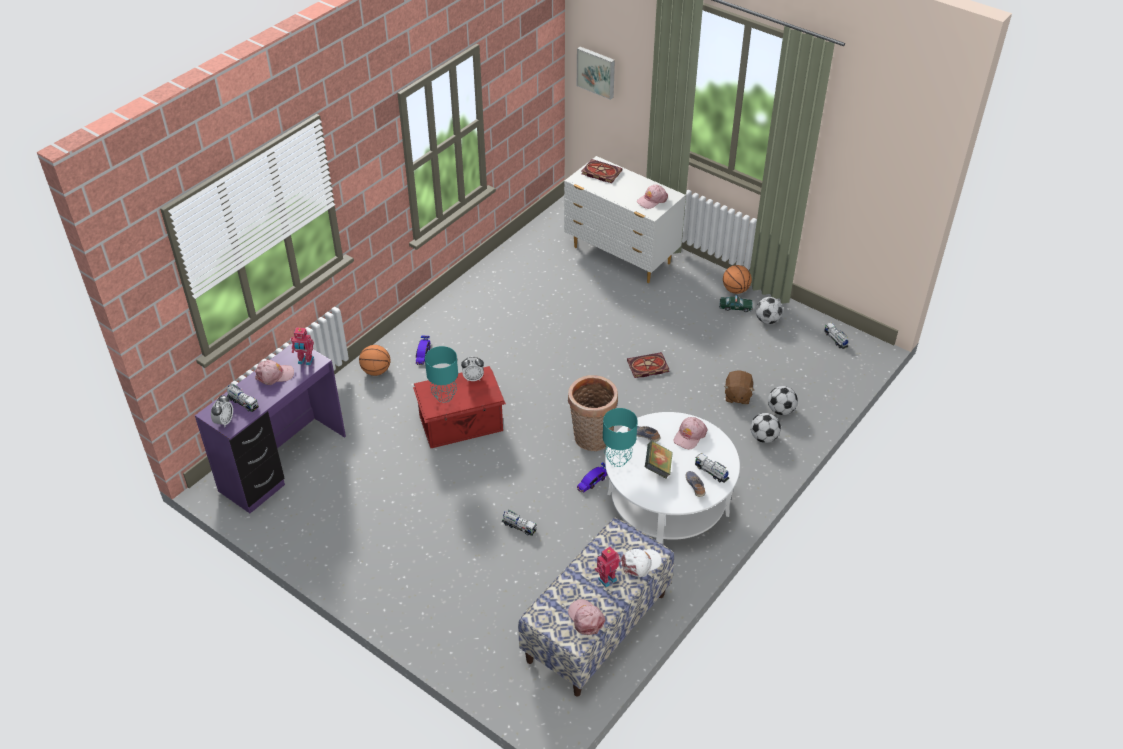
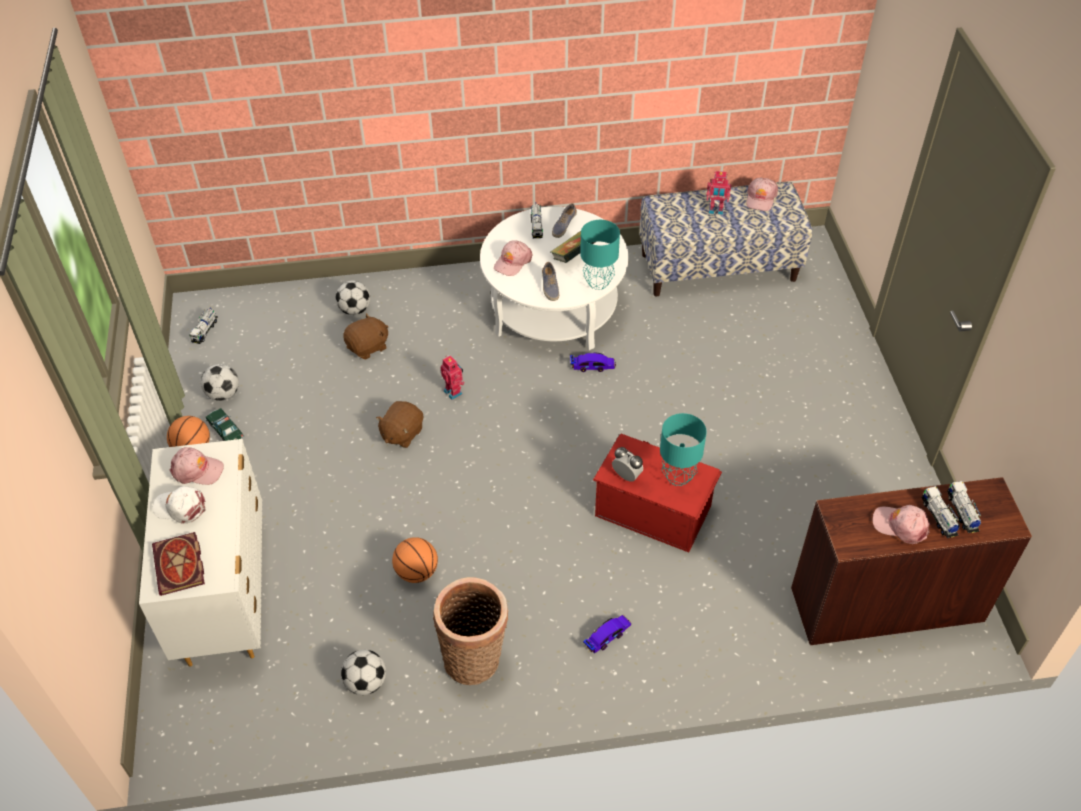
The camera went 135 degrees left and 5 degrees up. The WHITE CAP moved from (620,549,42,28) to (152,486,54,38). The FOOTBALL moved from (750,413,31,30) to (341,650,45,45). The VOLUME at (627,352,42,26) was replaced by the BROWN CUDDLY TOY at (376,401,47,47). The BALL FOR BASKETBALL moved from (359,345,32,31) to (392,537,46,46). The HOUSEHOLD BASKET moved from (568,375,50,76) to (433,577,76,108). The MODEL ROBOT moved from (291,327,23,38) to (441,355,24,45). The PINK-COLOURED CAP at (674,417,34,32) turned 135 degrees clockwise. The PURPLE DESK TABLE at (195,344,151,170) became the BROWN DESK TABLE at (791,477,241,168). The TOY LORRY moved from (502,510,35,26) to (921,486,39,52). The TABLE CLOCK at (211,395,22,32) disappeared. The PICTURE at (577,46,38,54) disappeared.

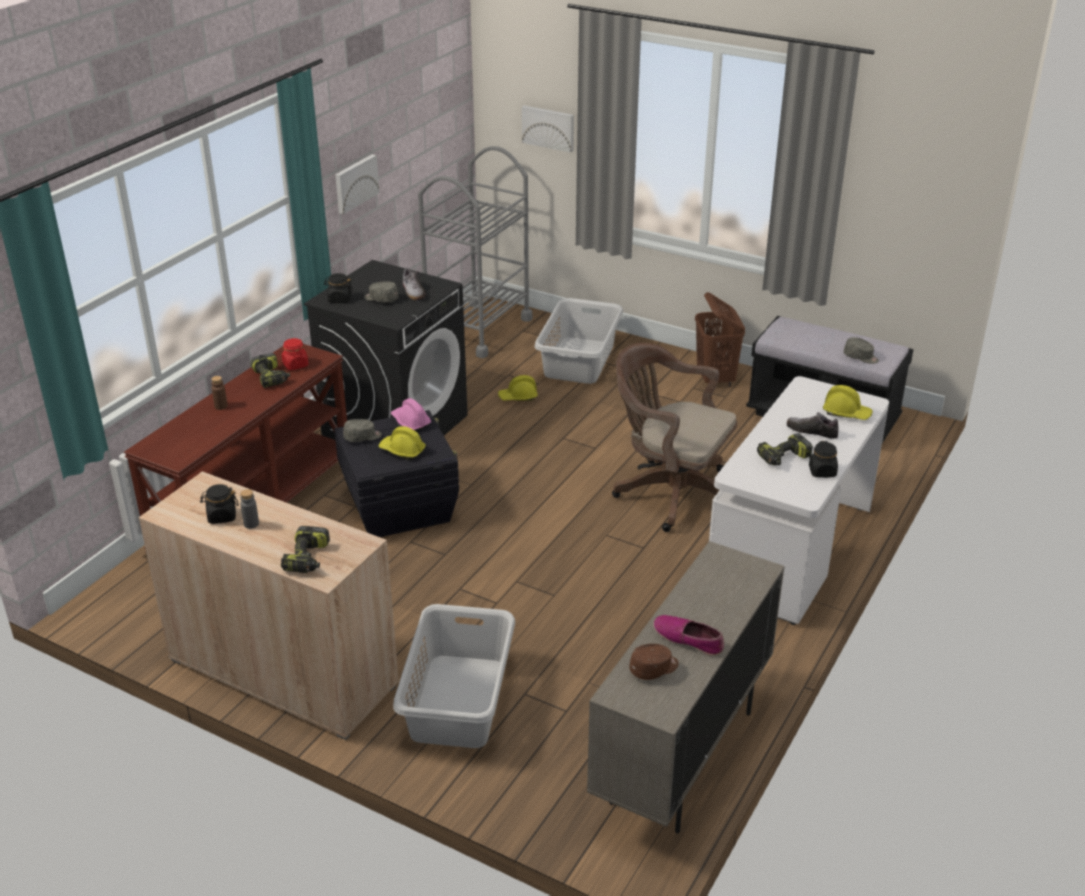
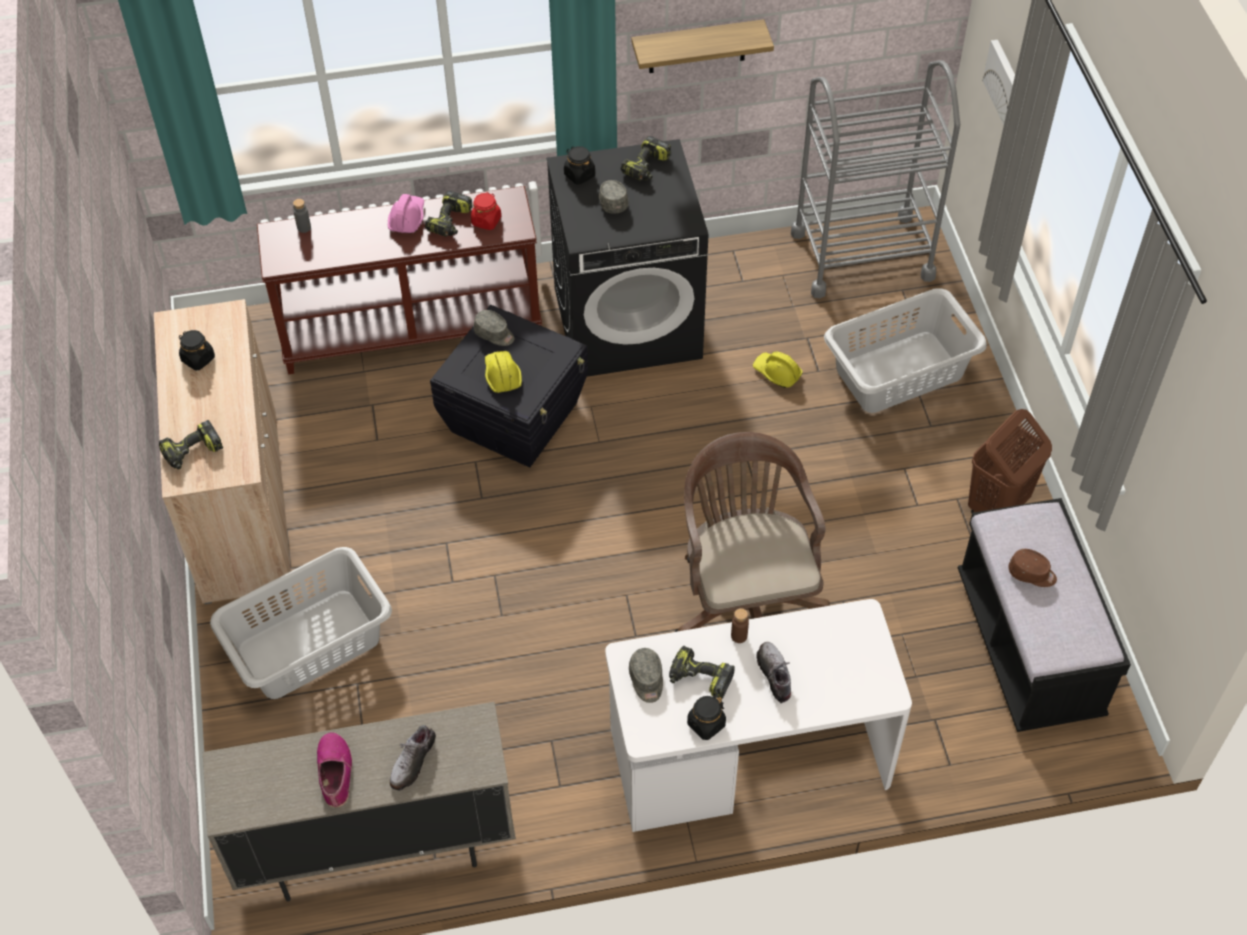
The camera went 50 degrees right and 20 degrees up. The GREY DRINK BOTTLE moved from (240,489,19,40) to (293,199,18,34). The PINK-COLOURED SAFETY HELMET moved from (391,398,40,33) to (388,194,36,39). The ITEM OF FOOTWEAR moved from (403,268,24,33) to (390,725,46,66). The POWER DRILL at (621,136,50,45) appeared. The GREY CAP moved from (844,337,35,27) to (629,648,34,55). The PICTURE at (335,154,44,60) was replaced by the SHELF at (631,19,143,54). The BROWN DRINK BOTTLE moved from (211,376,17,34) to (731,608,18,35). The BROWN CAP moved from (629,644,50,36) to (1008,549,49,38). The YELLOW-COLOURED SAFETY HELMET at (823,385,50,35) disappeared.

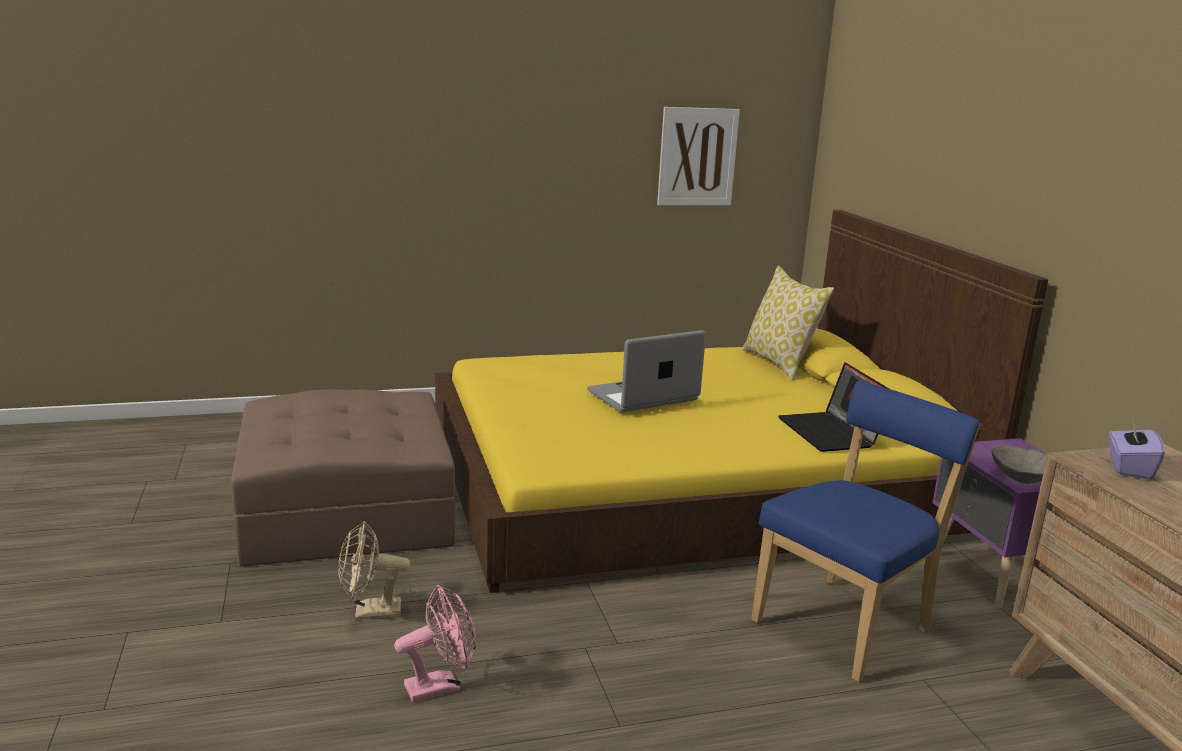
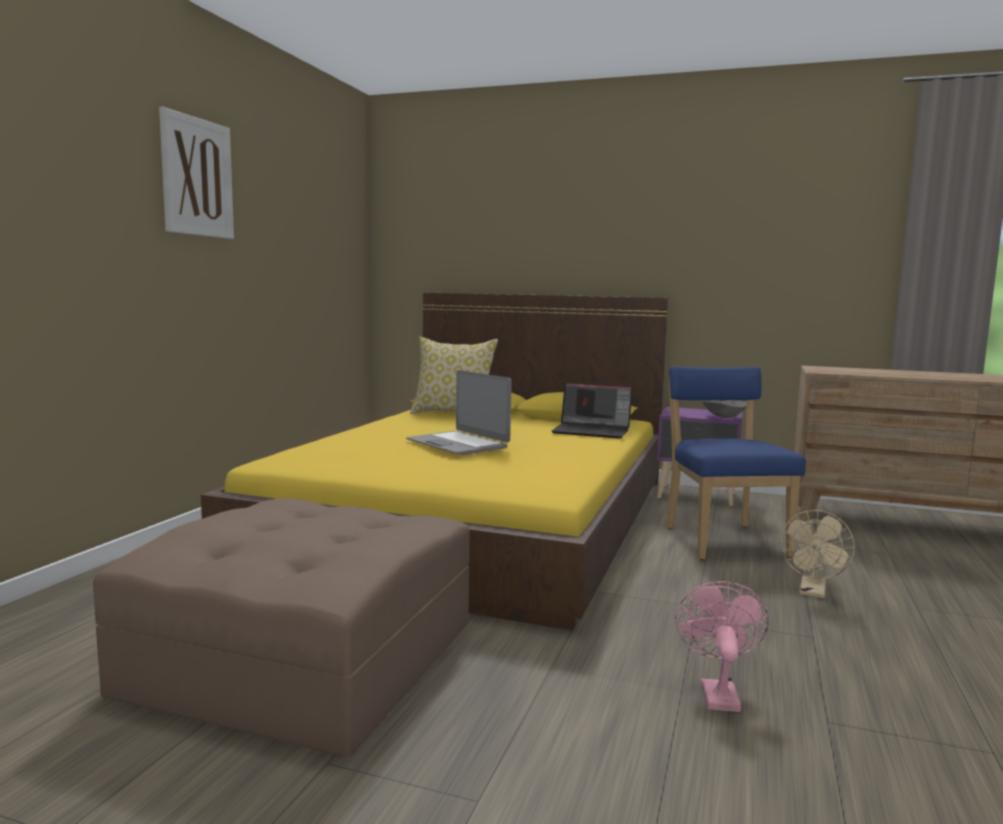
The camera went 55 degrees left and 10 degrees down. The PICTURE moved from (657,107,83,99) to (159,107,75,132). The LAPTOP at (587,330,119,82) turned 45 degrees counterclockwise. The BEIGE-COLOURED FAN moved from (338,521,73,98) to (780,510,75,88). The PURPLE BOX OF TISSUES at (1109,419,56,61) disappeared.

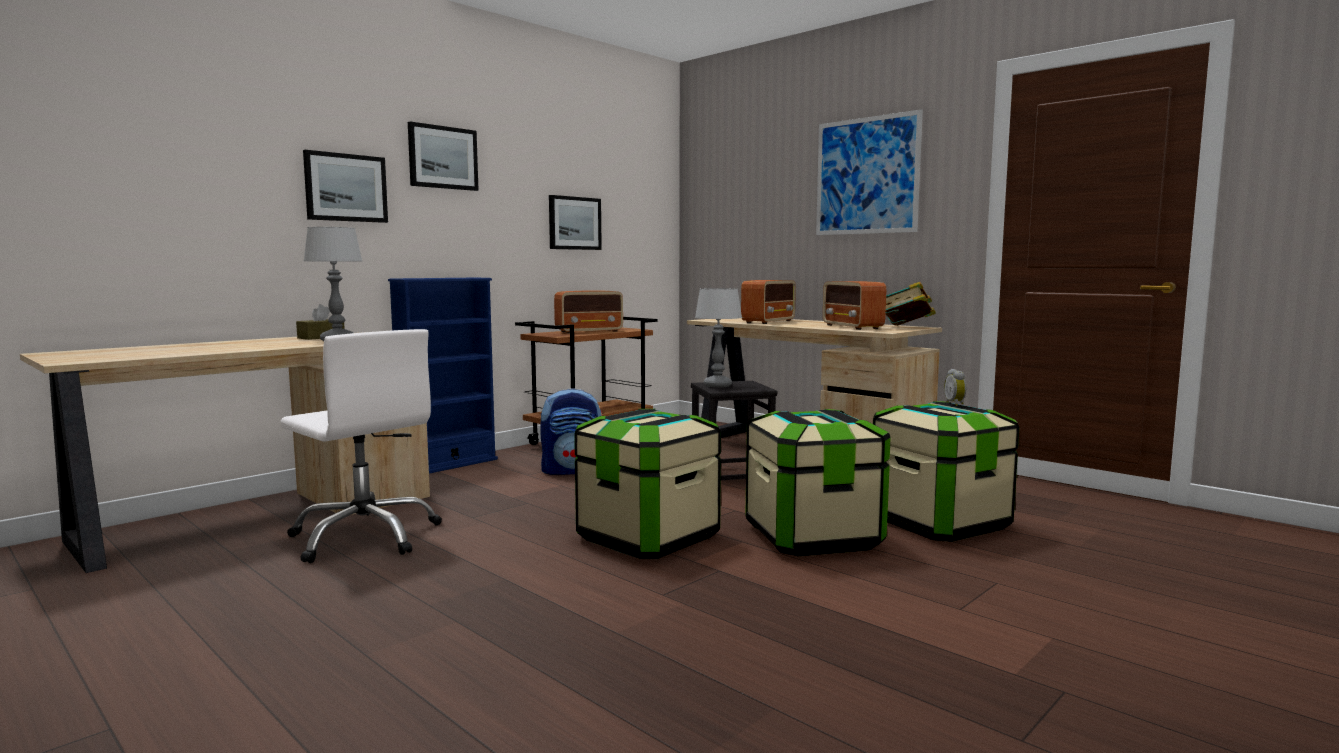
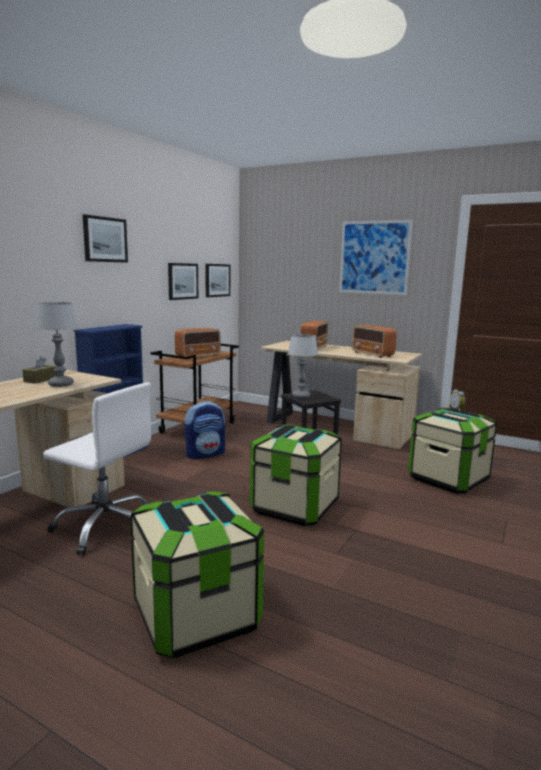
The camera went 15 degrees left and 5 degrees up. The STORAGE BOX moved from (745,409,146,148) to (130,491,134,167). The PICTURE moved from (303,150,85,73) to (205,264,25,33). The VOLUME at (886,282,50,44) disappeared.

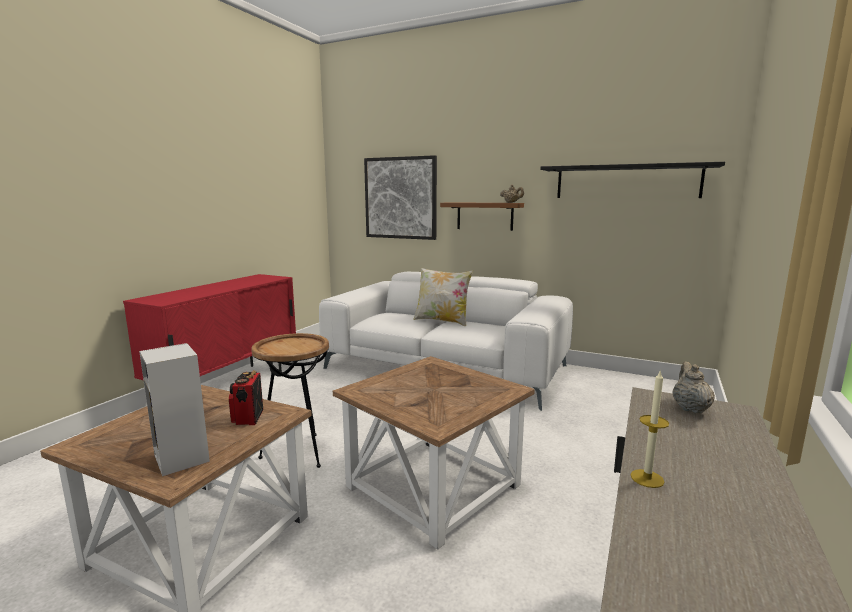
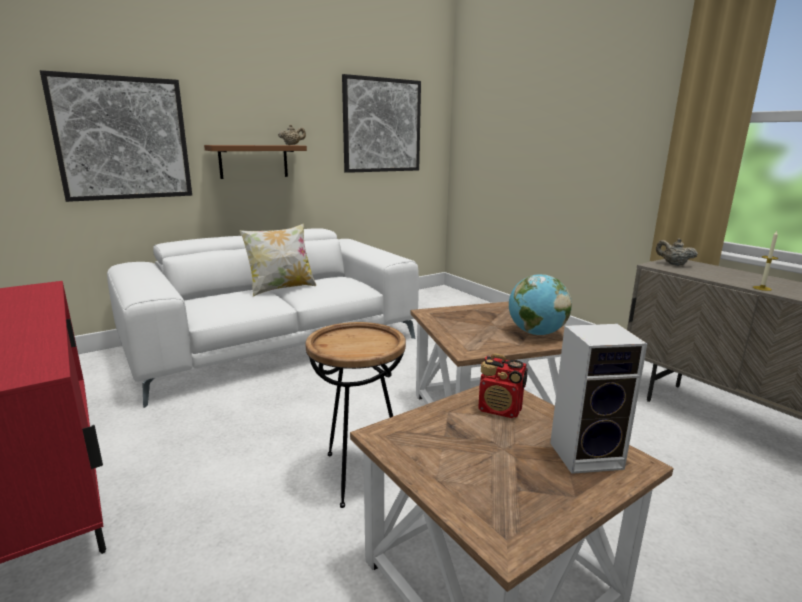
The camera went 60 degrees left and 5 degrees up. The BLACKISH SHELF at (540,162,185,36) was replaced by the PICTURE at (342,74,79,99). The WORLD GLOBE at (509,274,63,61) appeared.

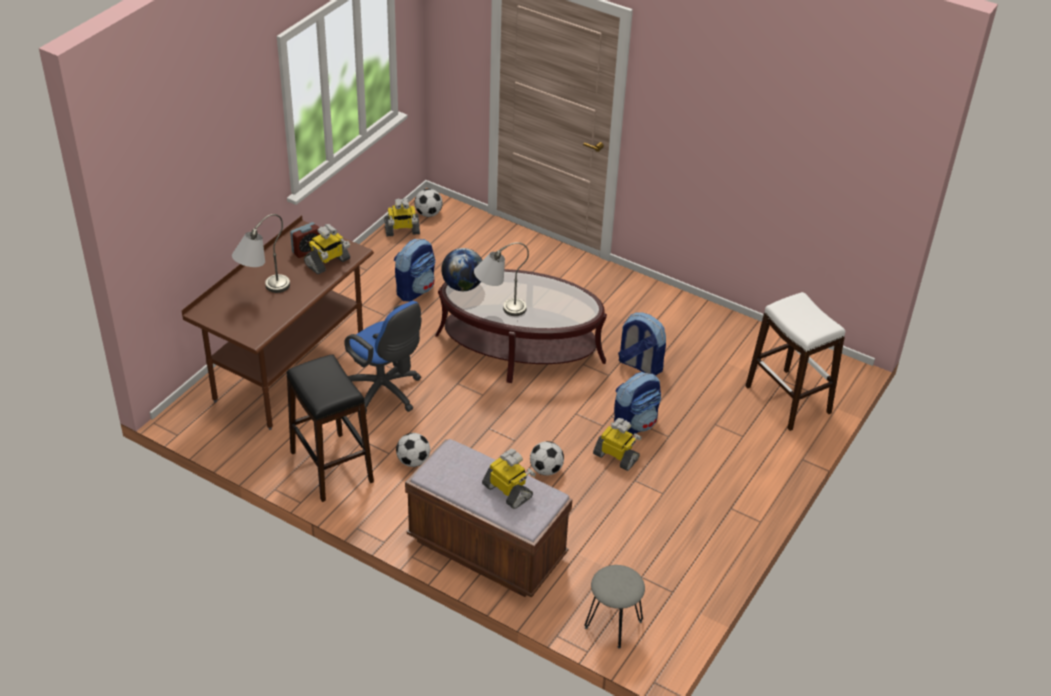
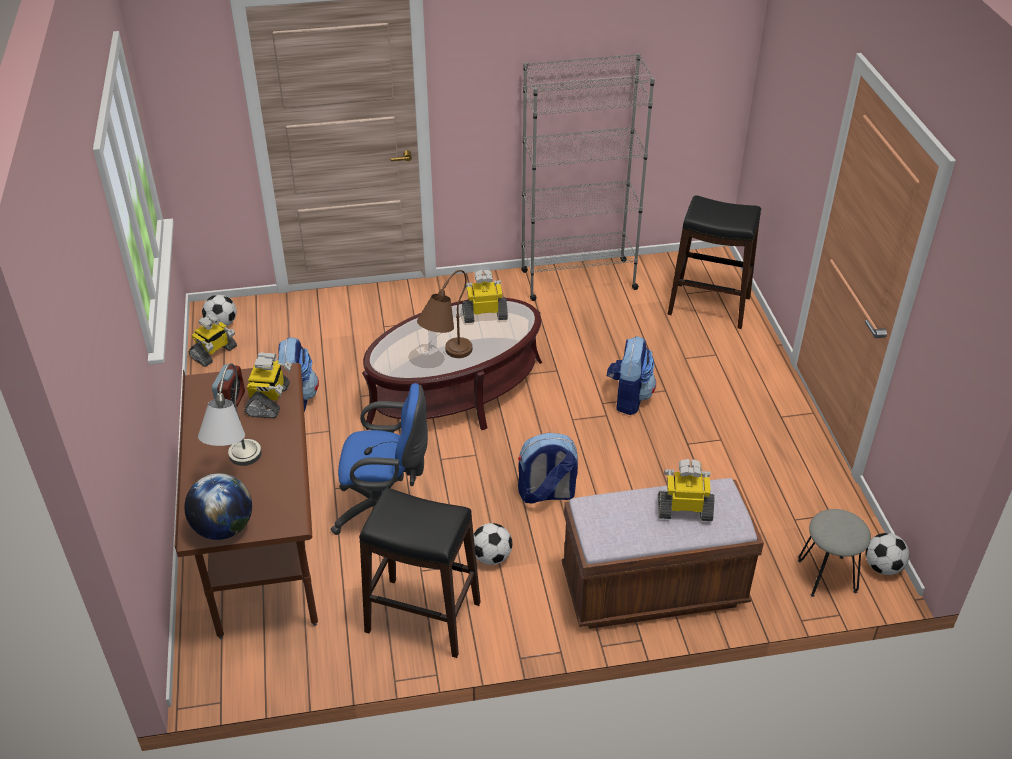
The camera went 40 degrees left and 0 degrees up. The WORLD GLOBE moved from (441,248,42,43) to (184,473,68,67). The GREY TABLE LAMP at (474,242,55,74) became the BROWN TABLE LAMP at (417,270,55,88). The MODEL ROBOT moved from (593,418,49,53) to (462,270,46,53). The BACKPACK moved from (618,312,48,64) to (518,433,60,71). The GREY SHELVING UNIT at (521,53,134,248) appeared. The WHITE STOOL at (746,292,100,139) became the BLACKISH STOOL at (668,195,93,134). The FOOTBALL moved from (530,441,34,35) to (865,533,44,42).

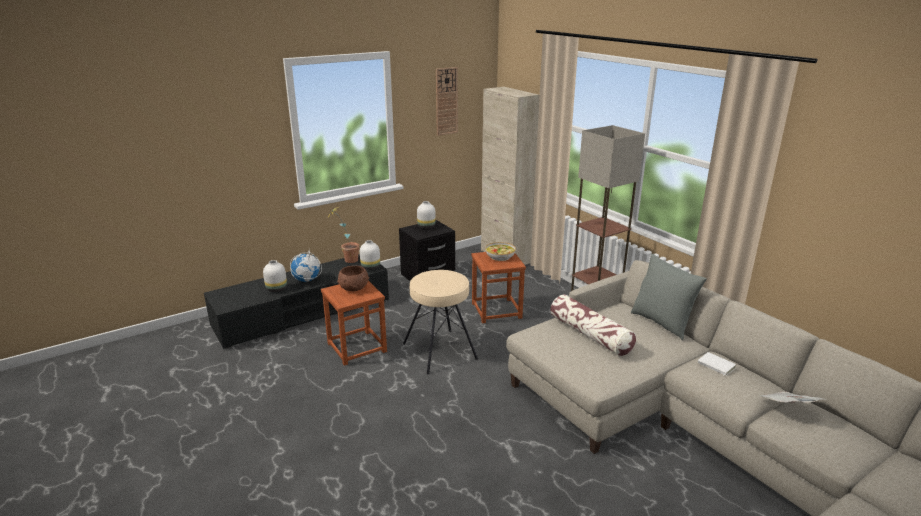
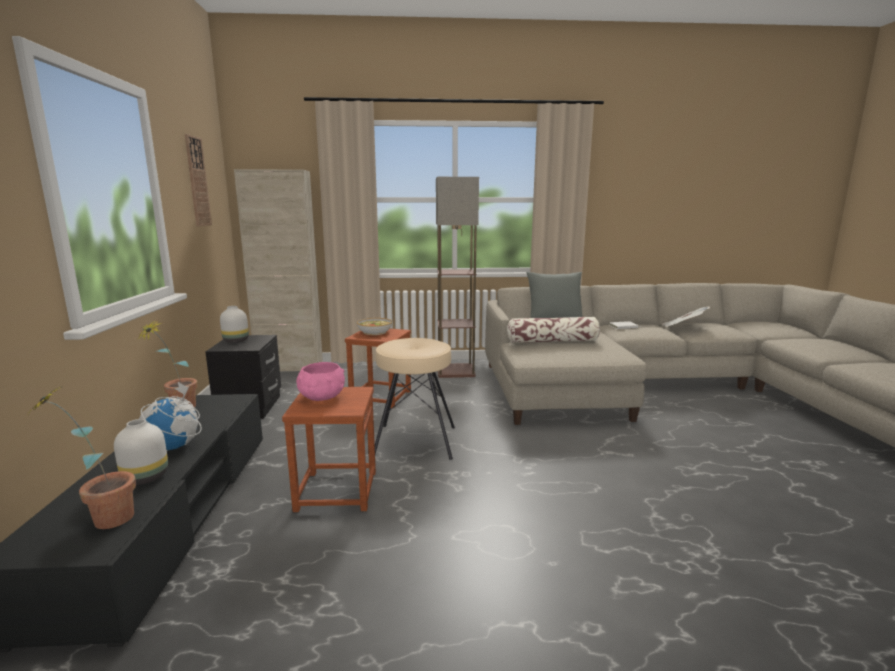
The camera went 60 degrees left and 10 degrees down. The PLANT IN A POT at (28,385,108,144) appeared. The BROWN DEEP DISH at (337,266,32,25) became the PINK-COLOURED DEEP DISH at (296,362,49,39). The WHITE DECORATIVE VASE at (360,240,20,30) disappeared.

